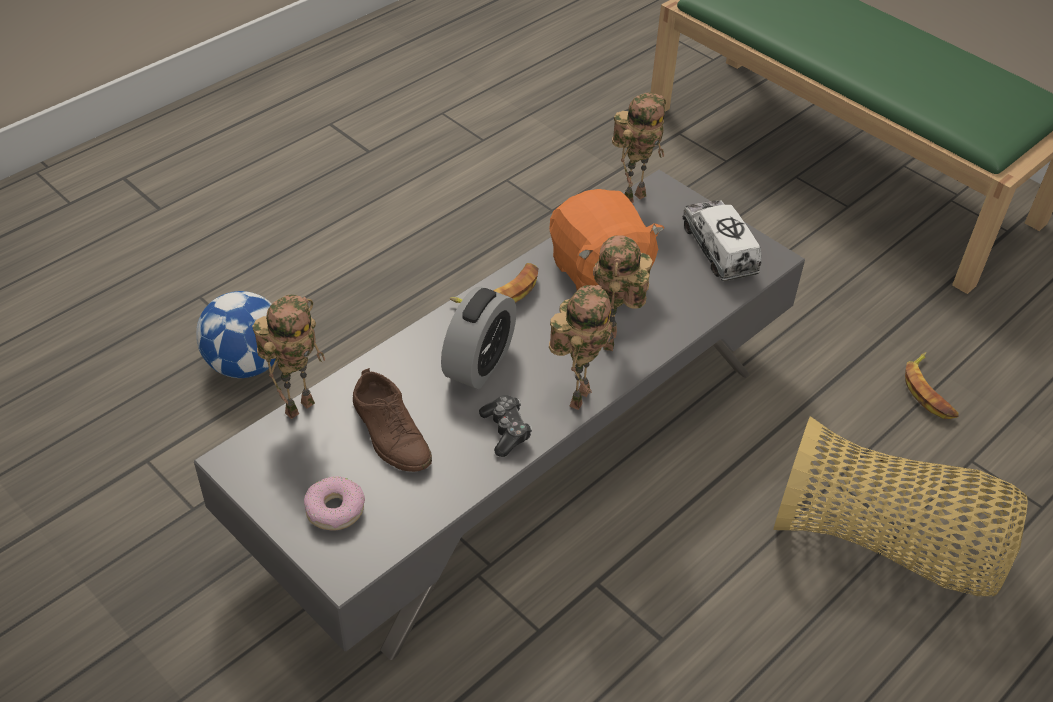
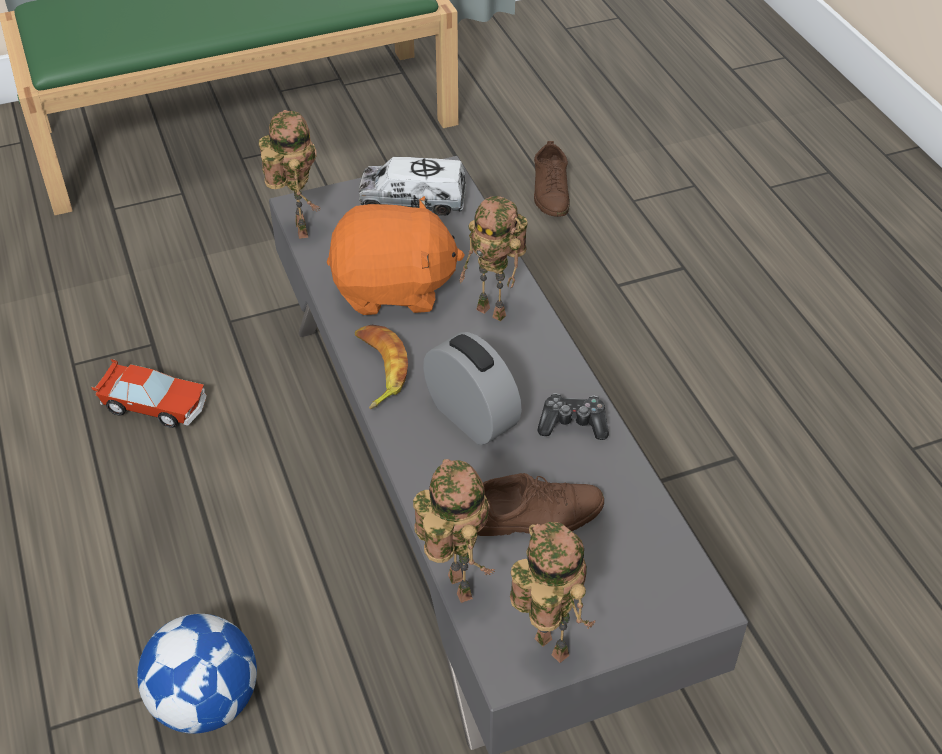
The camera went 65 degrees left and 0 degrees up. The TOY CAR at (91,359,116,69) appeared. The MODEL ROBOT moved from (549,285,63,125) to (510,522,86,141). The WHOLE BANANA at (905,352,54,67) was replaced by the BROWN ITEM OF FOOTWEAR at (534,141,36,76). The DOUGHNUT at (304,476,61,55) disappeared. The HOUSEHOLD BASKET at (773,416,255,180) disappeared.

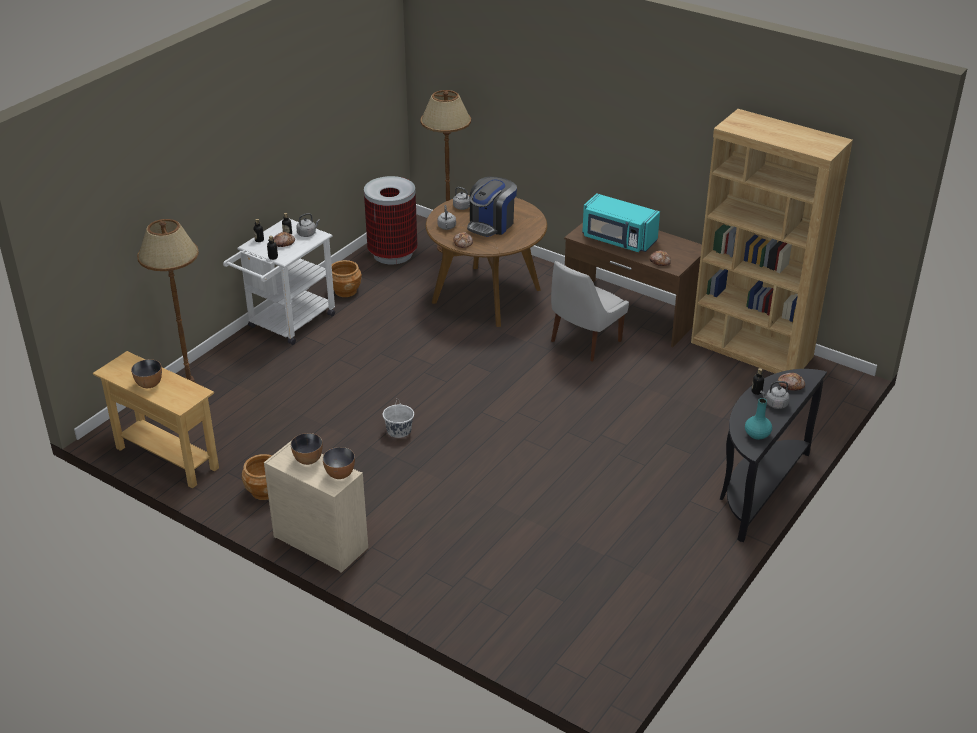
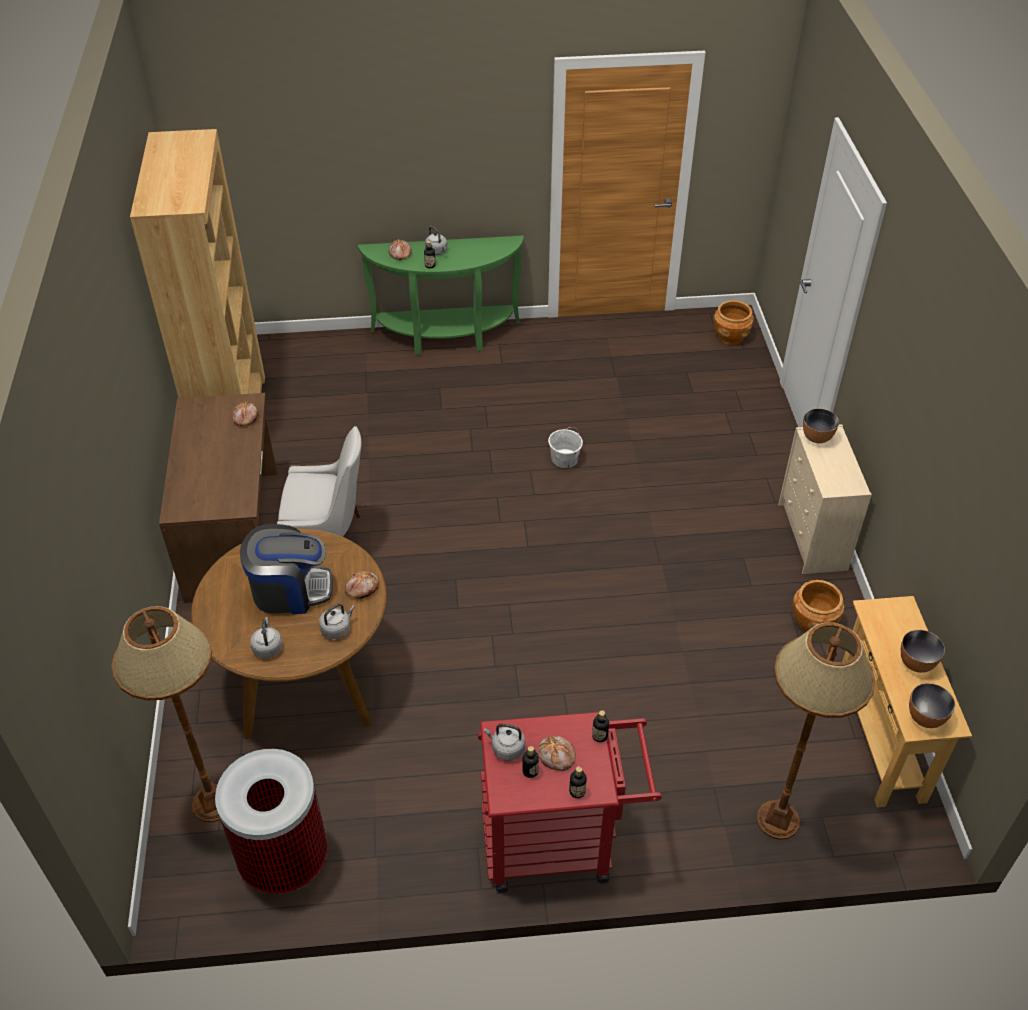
The camera went 130 degrees left and 10 degrees up. The BLACKISH CONSOLE TABLE at (720,369,107,173) became the GREEN CONSOLE TABLE at (358,236,166,119). The WHITE WHEELED CART at (223,219,112,126) became the RED-COLOURED WHEELED CART at (478,712,184,181). The WHITE PAIL moved from (383,398,31,40) to (548,427,35,41). The BROWN PLANTER moved from (332,260,30,37) to (713,300,41,45). The DEEP DISH moved from (291,433,32,32) to (909,683,46,45). The BLUE-GREEN MICROWAVE at (582,193,78,59) disappeared. The BLUE-GREEN DECORATIVE VASE at (745,398,27,42) disappeared.

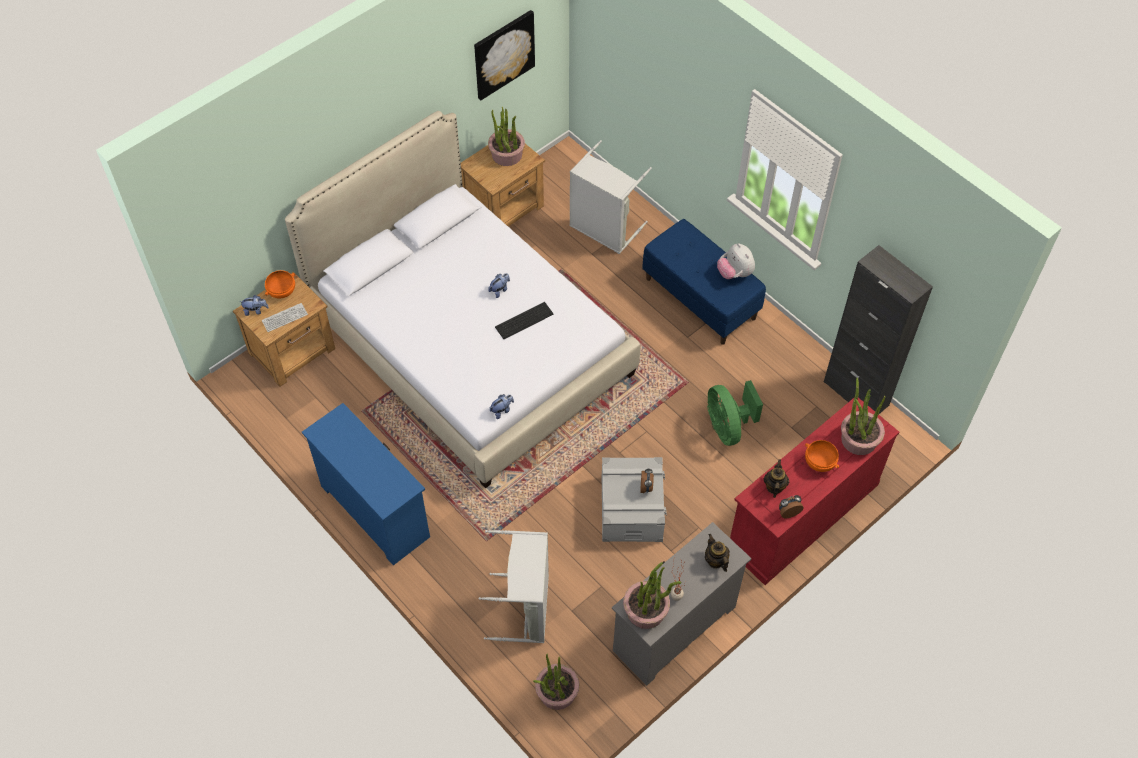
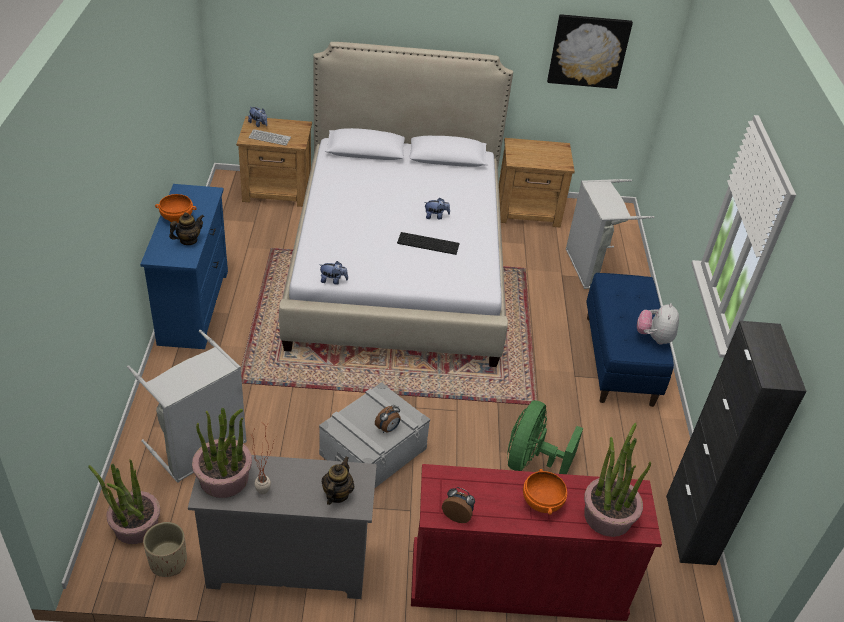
The camera went 40 degrees right and 15 degrees down. The BEIGE-COLOURED PLANTER at (143,522,44,55) appeared. The ORANGEY DEEP DISH moved from (265,270,30,29) to (155,194,42,30). The TEA POT moved from (764,459,25,39) to (169,212,35,33). The PLANT IN A POT at (488,107,37,59) disappeared.

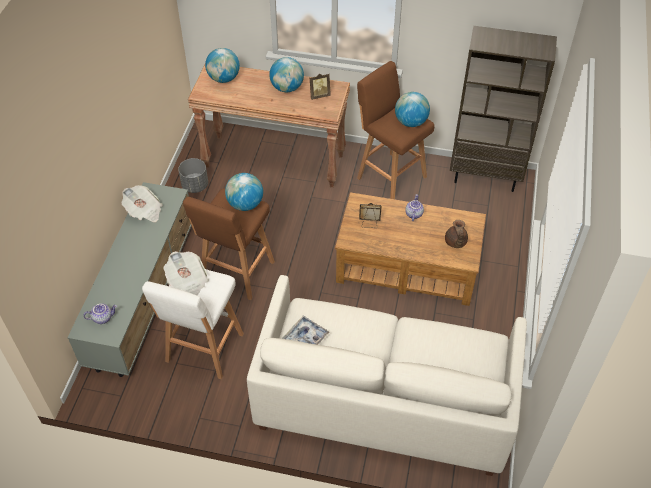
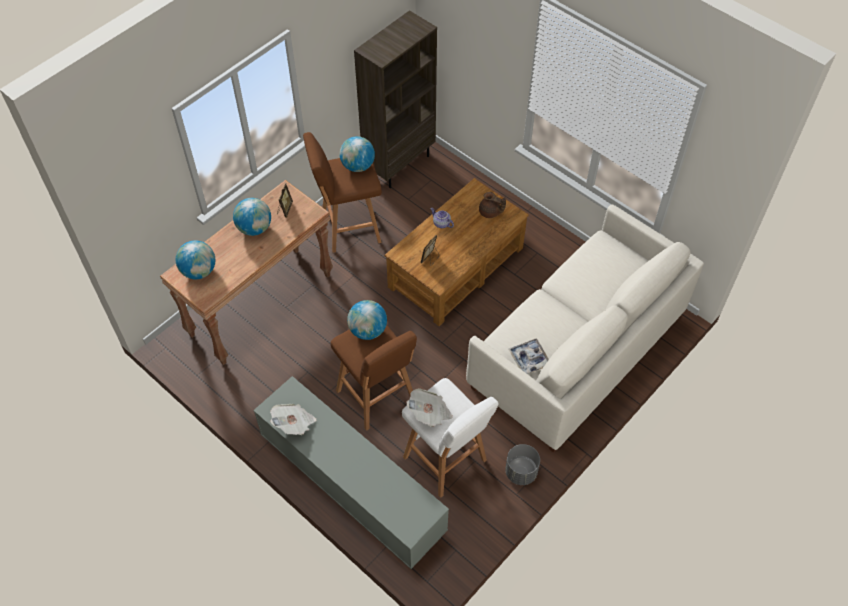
The camera went 60 degrees left and 5 degrees up. The GREY PLANTER moved from (178,158,30,35) to (505,444,35,41). The TEA POT at (83,303,34,21) disappeared.

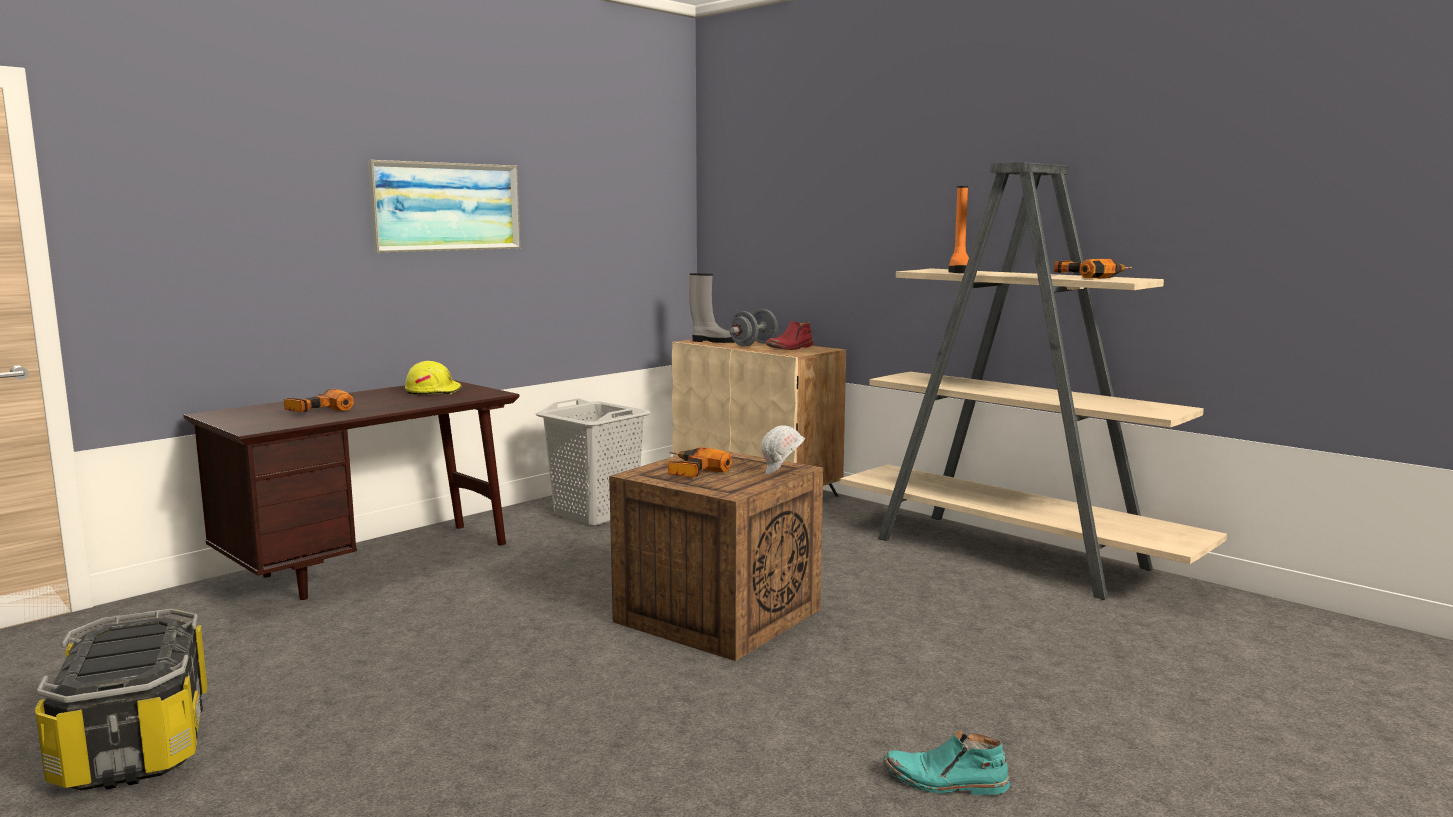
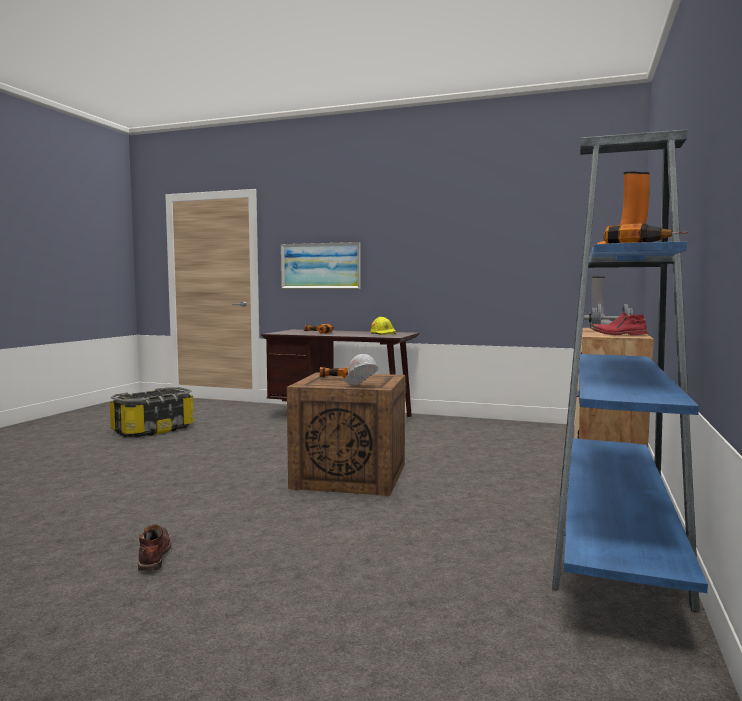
The camera went 65 degrees right and 5 degrees down. The BLUE-GREEN BOOT at (883,730,127,65) became the BROWN BOOT at (138,525,33,47). The PICTURE moved from (368,160,152,93) to (280,242,81,47). The BEIGE-COLOURED SHELVING UNIT at (840,162,387,438) became the BLUE-COLOURED SHELVING UNIT at (552,129,156,483). The GREY HAMPER at (536,398,115,128) disappeared.

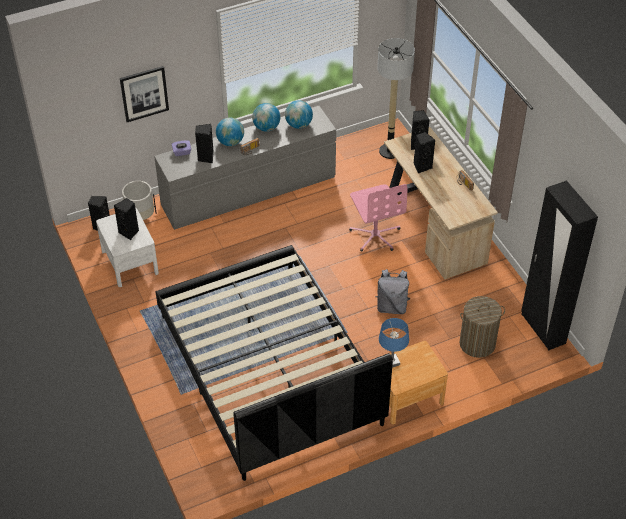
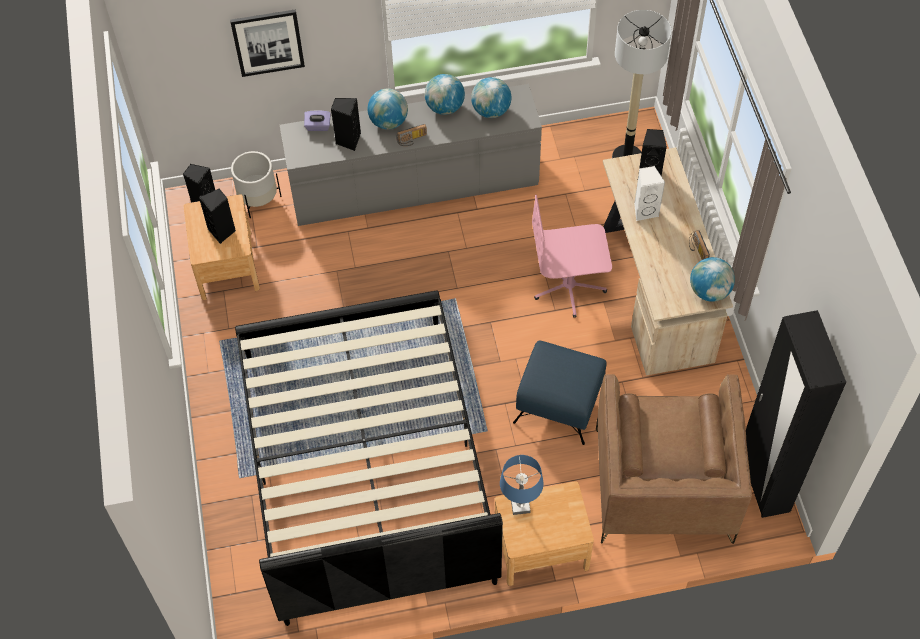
The camera went 15 degrees right and 10 degrees up. The WHITE BEDSIDE TABLE at (96,208,63,79) became the BROWN BEDSIDE TABLE at (183,194,77,106). The GREY BACKPACK at (376,269,34,45) was replaced by the BLUE-COLOURED POUFFE at (513,341,94,104). The PINK-COLOURED DESK CHAIR at (349,184,58,68) turned 90 degrees clockwise. The HAMPER at (459,296,46,62) was replaced by the BROWN EASY CHAIR at (596,374,156,170). The BLACKISH SPEAKER at (413,132,22,42) became the WHITE SPEAKER at (634,166,31,55). The WORLD GLOBE at (690,257,45,45) appeared.

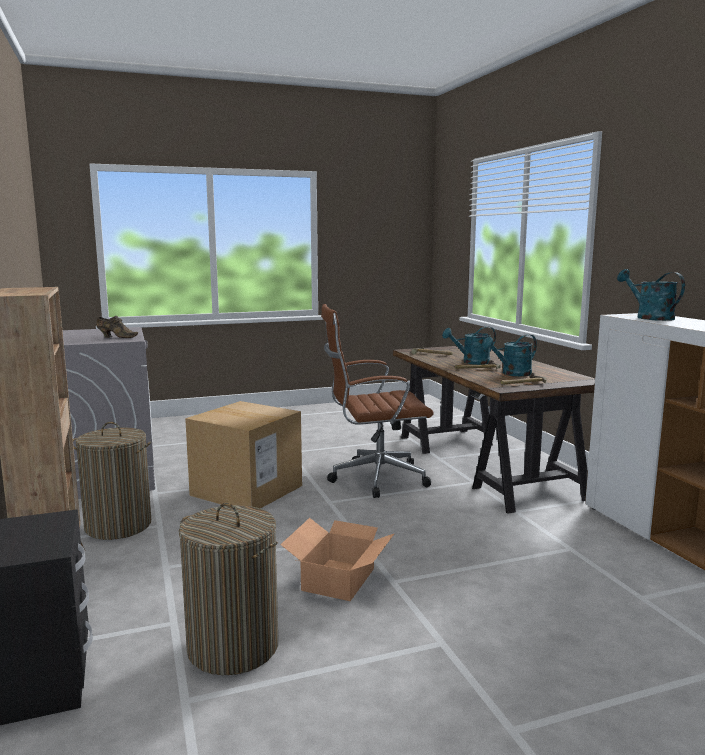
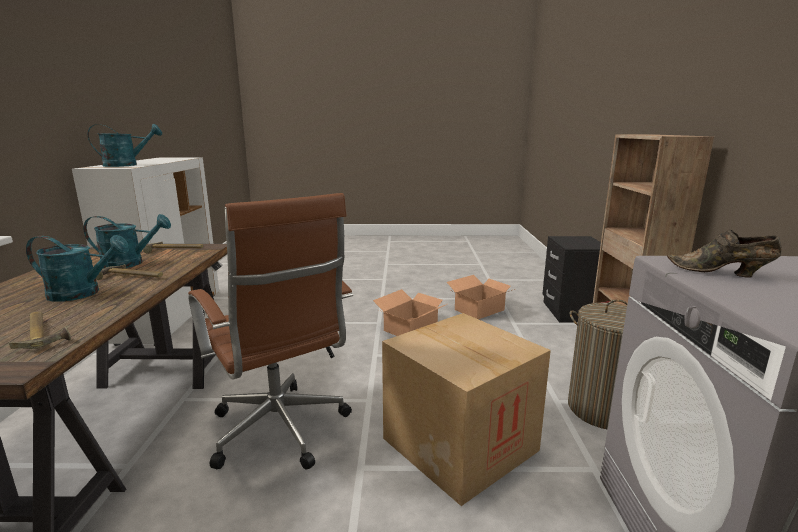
The camera went 160 degrees left and 5 degrees up. The BLUE-GREEN WATERING CAN at (617,269,68,52) turned 105 degrees counterclockwise. The BROWN DESK CHAIR at (321,304,113,194) turned 45 degrees clockwise. The HAMPER at (179,503,99,172) was replaced by the CARTON at (447,275,68,44).

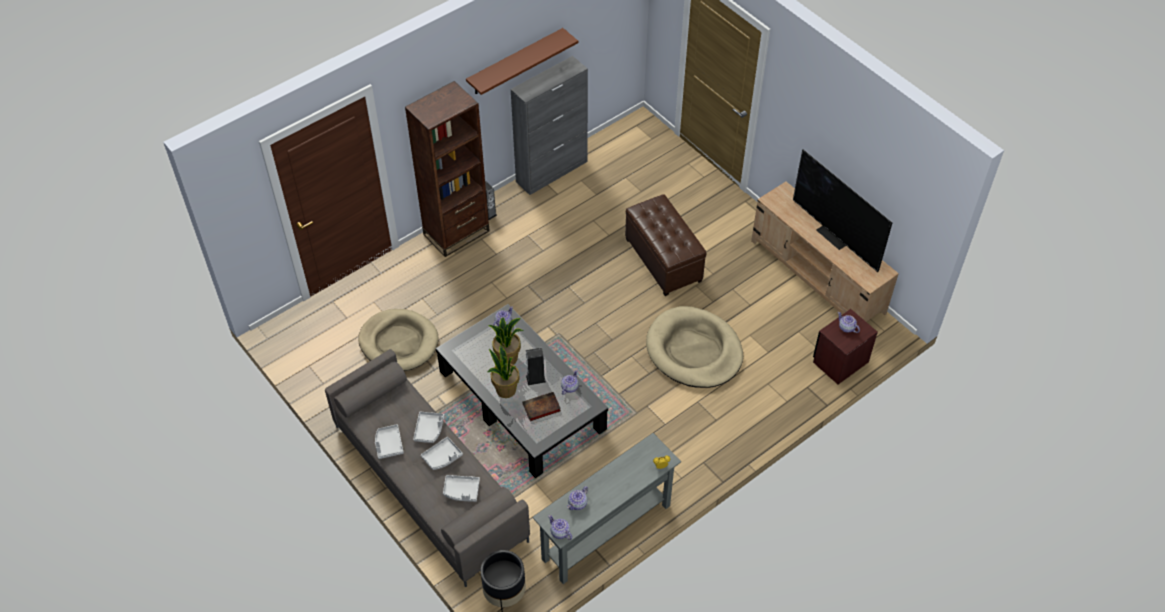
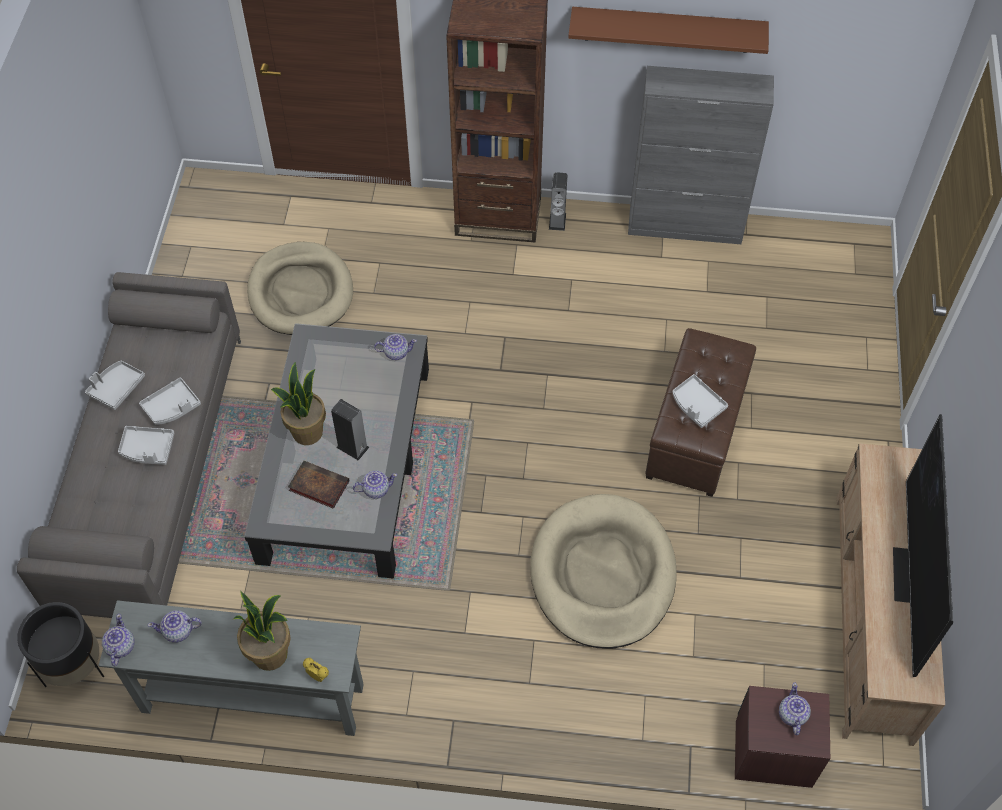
The camera went 45 degrees right and 5 degrees up. The PLANT IN A POT moved from (488,318,35,47) to (234,591,57,80). The GREY TRAY moved from (443,475,37,27) to (672,374,56,54).

